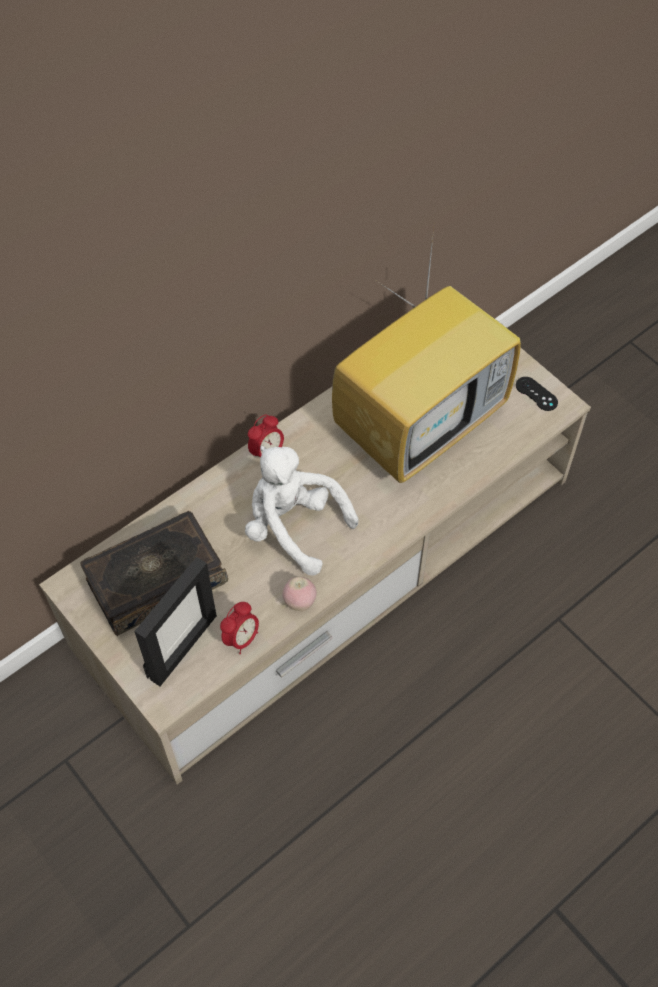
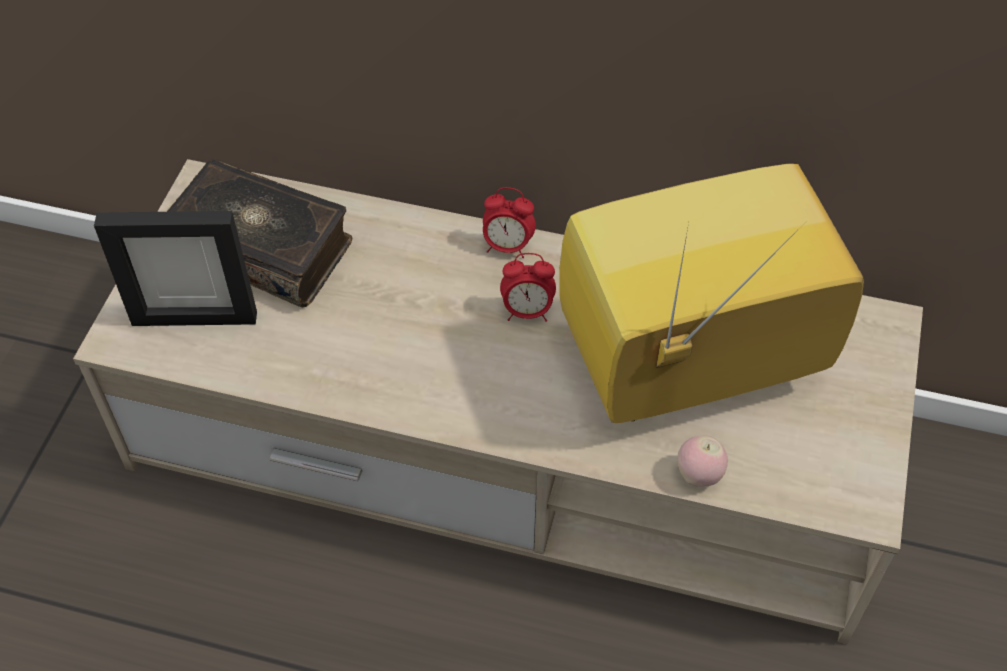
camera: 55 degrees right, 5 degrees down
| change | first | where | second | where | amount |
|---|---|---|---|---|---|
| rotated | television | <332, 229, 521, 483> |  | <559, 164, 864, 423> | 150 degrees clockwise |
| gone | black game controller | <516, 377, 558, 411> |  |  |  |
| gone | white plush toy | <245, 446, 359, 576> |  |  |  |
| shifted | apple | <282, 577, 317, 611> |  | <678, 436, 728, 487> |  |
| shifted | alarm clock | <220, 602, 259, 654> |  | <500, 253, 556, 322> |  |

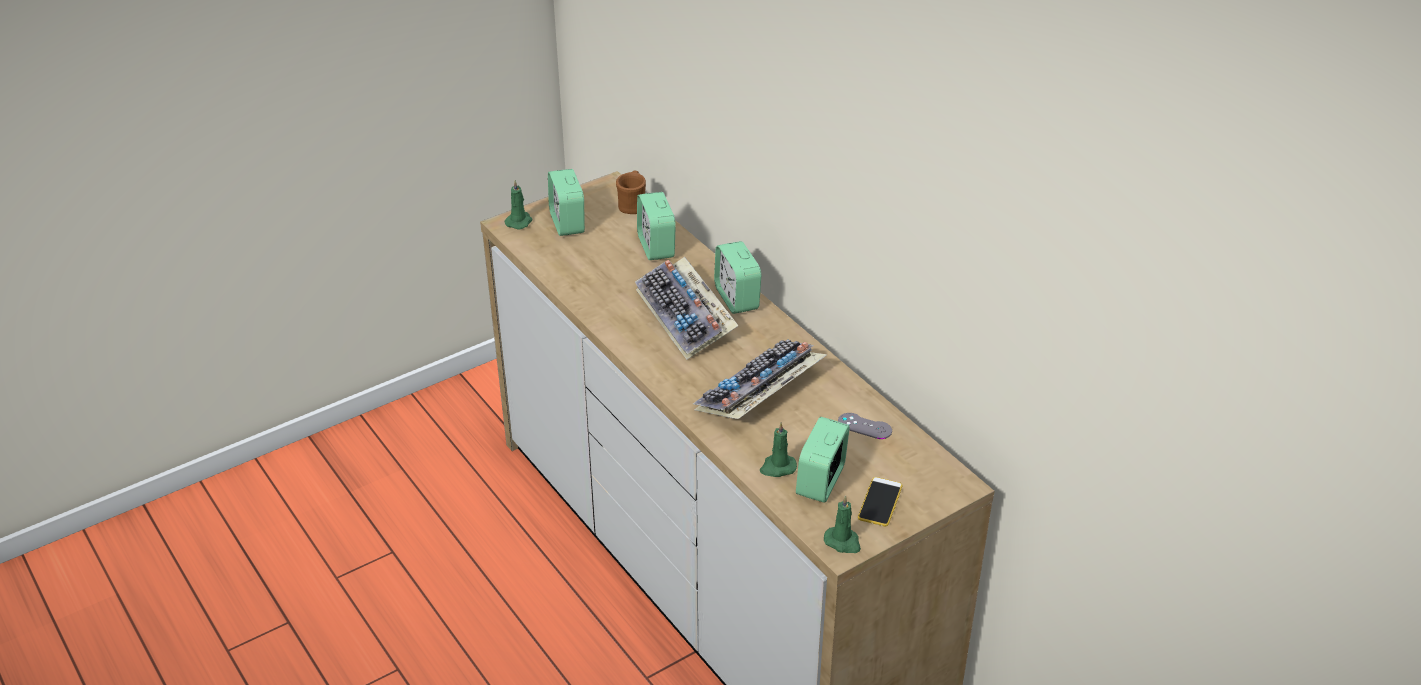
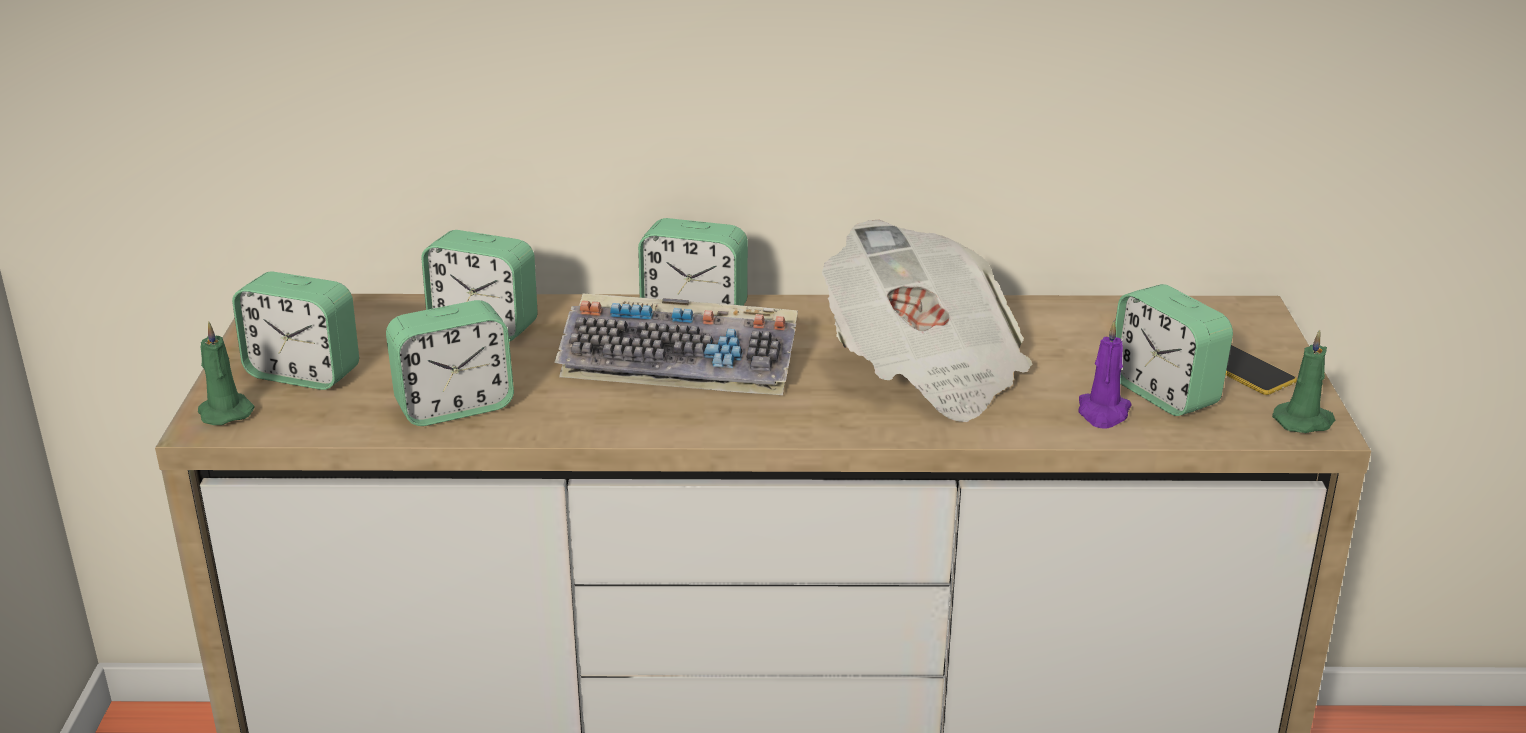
camera: 55 degrees left, 10 degrees down
| change | first | where | second | where | amount |
|---|---|---|---|---|---|
| gone | brown mug | <616, 171, 646, 214> |  |  |  |
| swapped | keyboard | <693, 339, 827, 419> | newspaper | <822, 220, 1032, 422> |  |
| gone | grey game controller | <838, 413, 892, 439> |  |  |  |
| repainted | green candle | <760, 422, 797, 477> | purple candle | <1078, 320, 1132, 429> |  |
| new |  |  | alarm clock | <386, 300, 514, 426> |  |

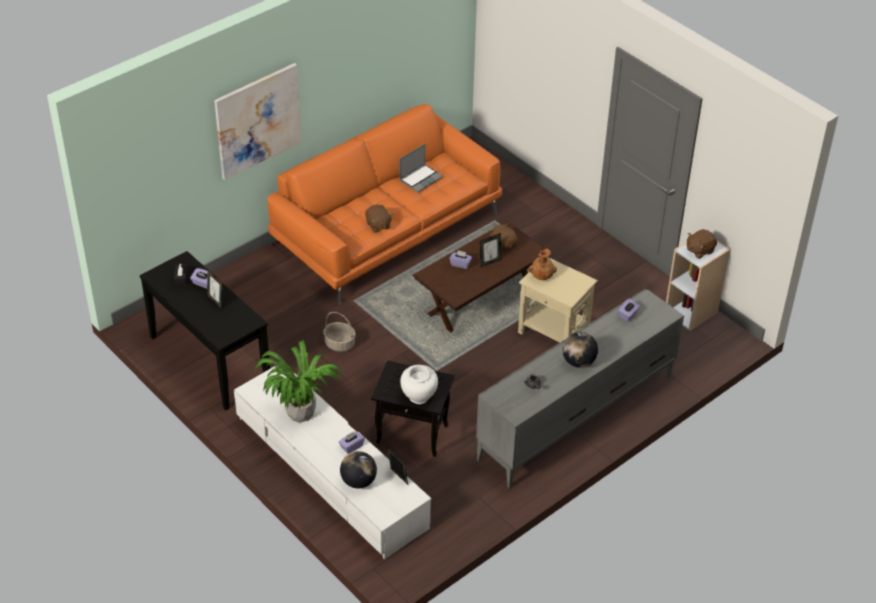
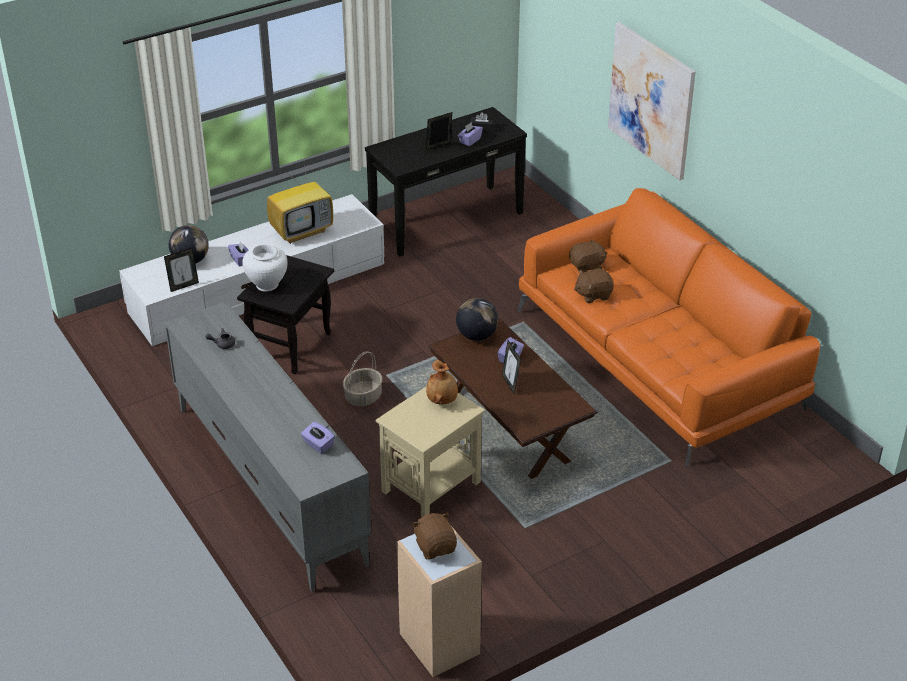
camera: 100 degrees right, 5 degrees down
| change | first | where | second | where | amount |
|---|---|---|---|---|---|
| gone | laptop | <399, 144, 443, 193> |  |  |  |
| shifted | brown plush toy | <489, 223, 518, 252> |  | <569, 238, 607, 273> |  |
| shifted | basket | <323, 312, 356, 352> |  | <343, 351, 383, 406> |  |
| shifted | globe | <562, 332, 598, 368> |  | <456, 298, 498, 341> |  |
| swapped | potted plant | <255, 340, 345, 422> | television | <267, 159, 333, 244> |  |

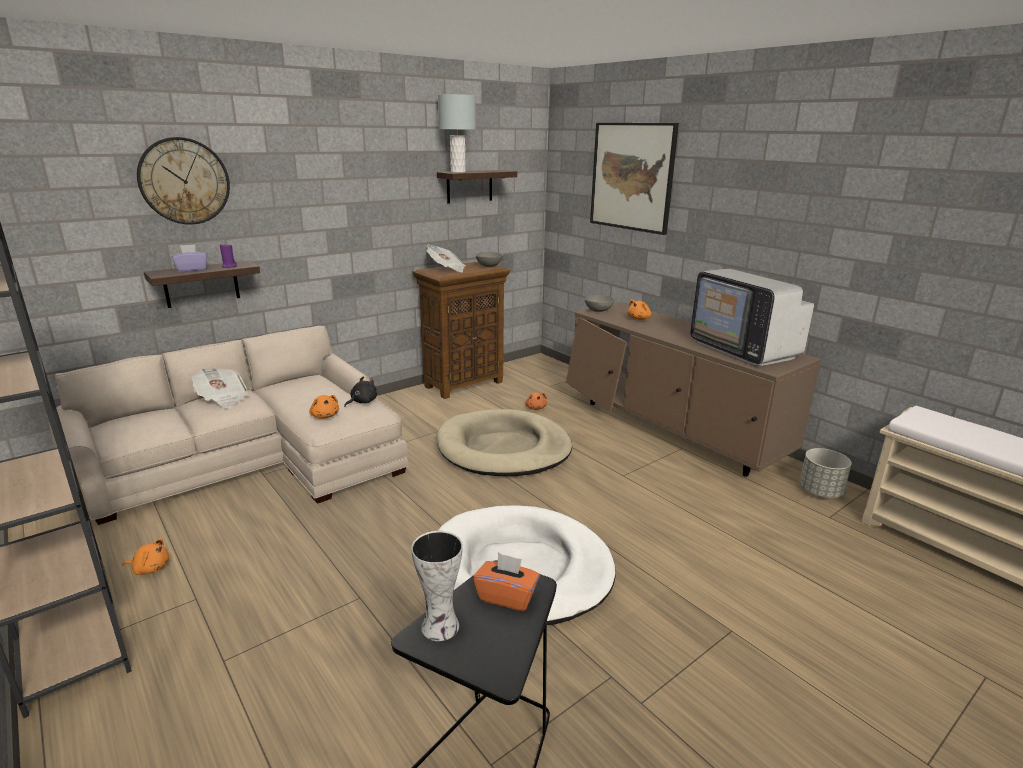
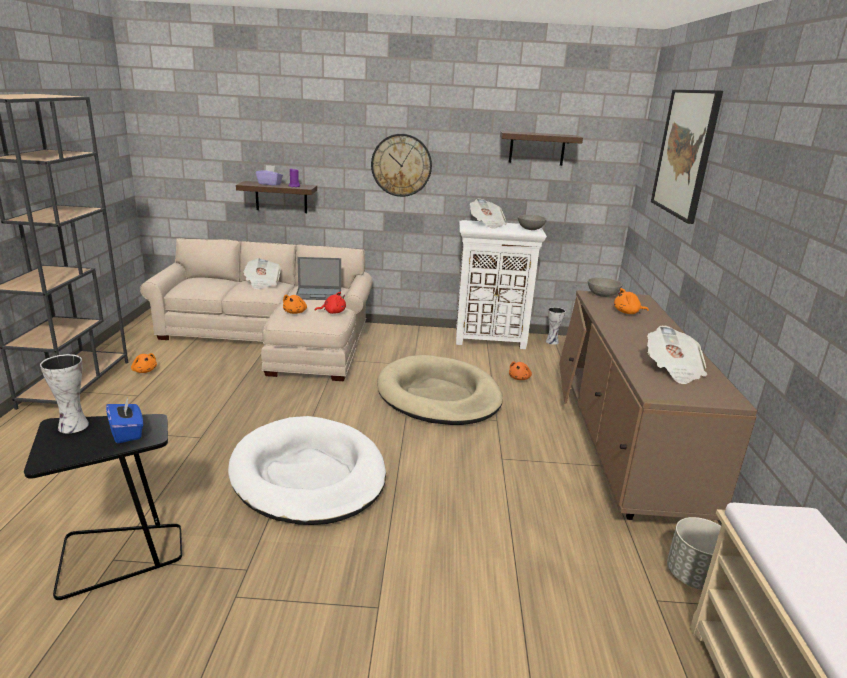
camera: 40 degrees right, 0 degrees up
| change | first | where | second | where | amount |
|---|---|---|---|---|---|
| gone | grey table lamp | <438, 94, 476, 173> |  |  |  |
| shifted | wall clock | <137, 137, 230, 225> |  | <371, 134, 432, 197> |  |
| repainted | brown cabinet | <412, 262, 511, 399> | white cabinet | <456, 220, 547, 349> |  |
| swapped | television | <690, 269, 814, 366> | newspaper | <647, 326, 707, 384> |  |
| repainted | black plush toy | <344, 376, 377, 407> | red plush toy | <314, 292, 346, 314> |  |
| repainted | orange tissue box | <473, 553, 540, 611> | blue tissue box | <106, 396, 143, 443> |  |
| new |  |  | laptop | <296, 257, 341, 300> |  |
| new |  |  | vase | <546, 307, 565, 345> |  |

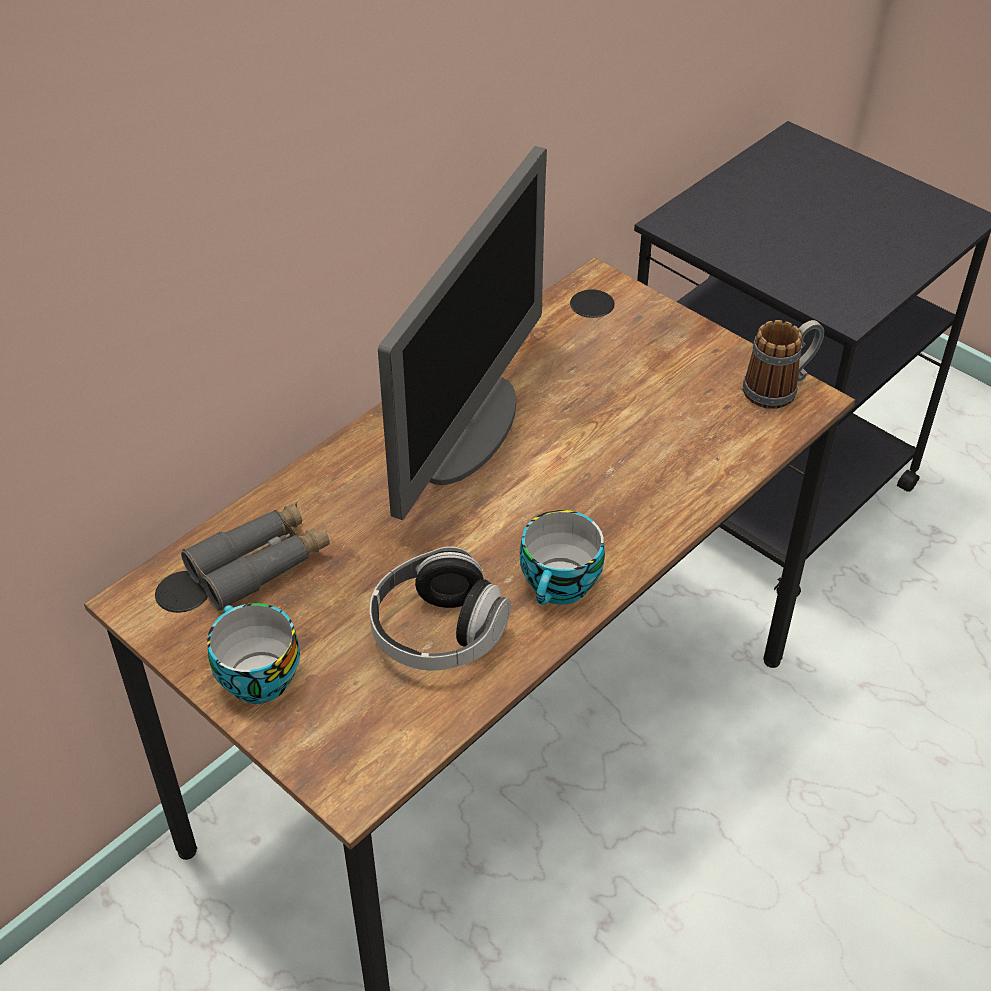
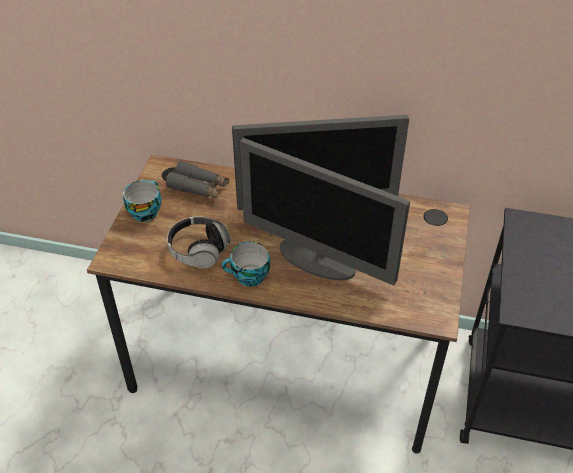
camera: 60 degrees right, 0 degrees up
| change | first | where | second | where | amount |
|---|---|---|---|---|---|
| gone | mug | <743, 320, 824, 409> |  |  |  |
| new |  |  | monitor | <239, 138, 410, 285> |  |

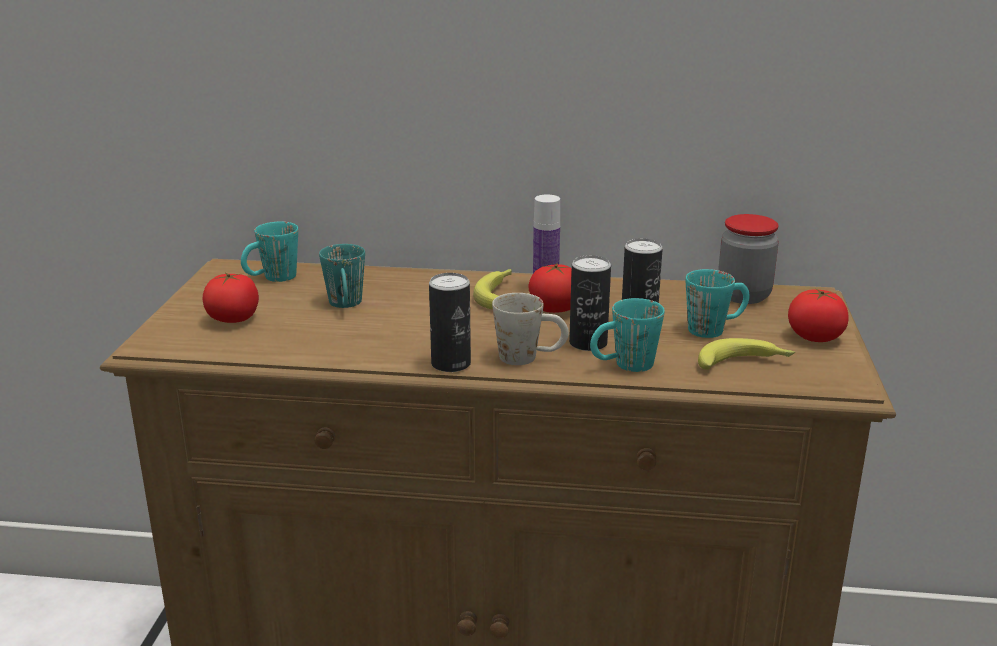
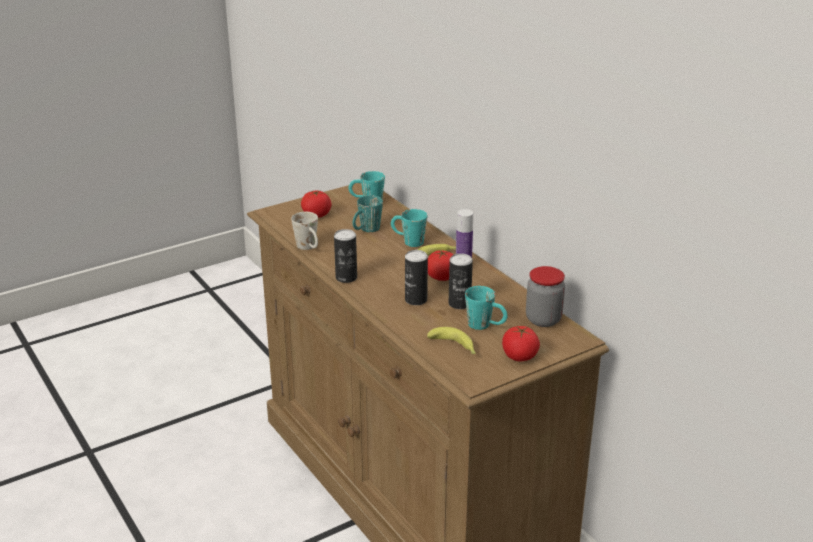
camera: 50 degrees right, 5 degrees up
| change | first | where | second | where | amount |
|---|---|---|---|---|---|
| shifted | white mug | <492, 293, 569, 365> |  | <291, 212, 318, 250> |  |
| shifted | turquoise mug | <590, 298, 665, 372> |  | <391, 209, 427, 247> |  |

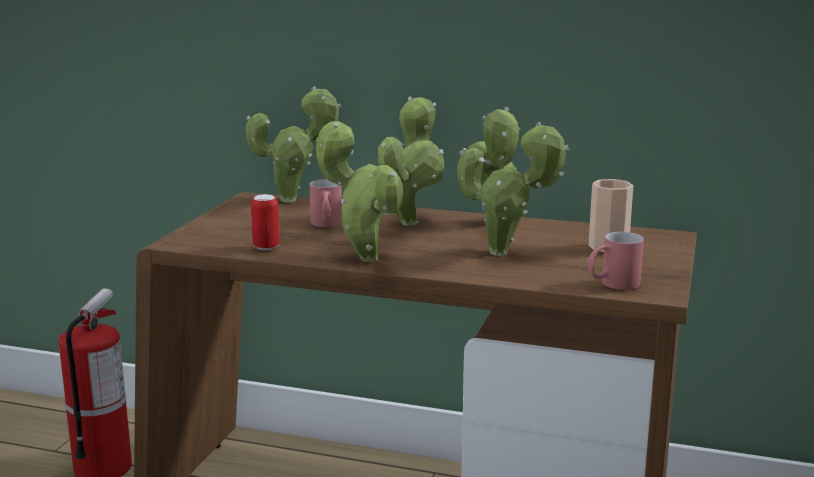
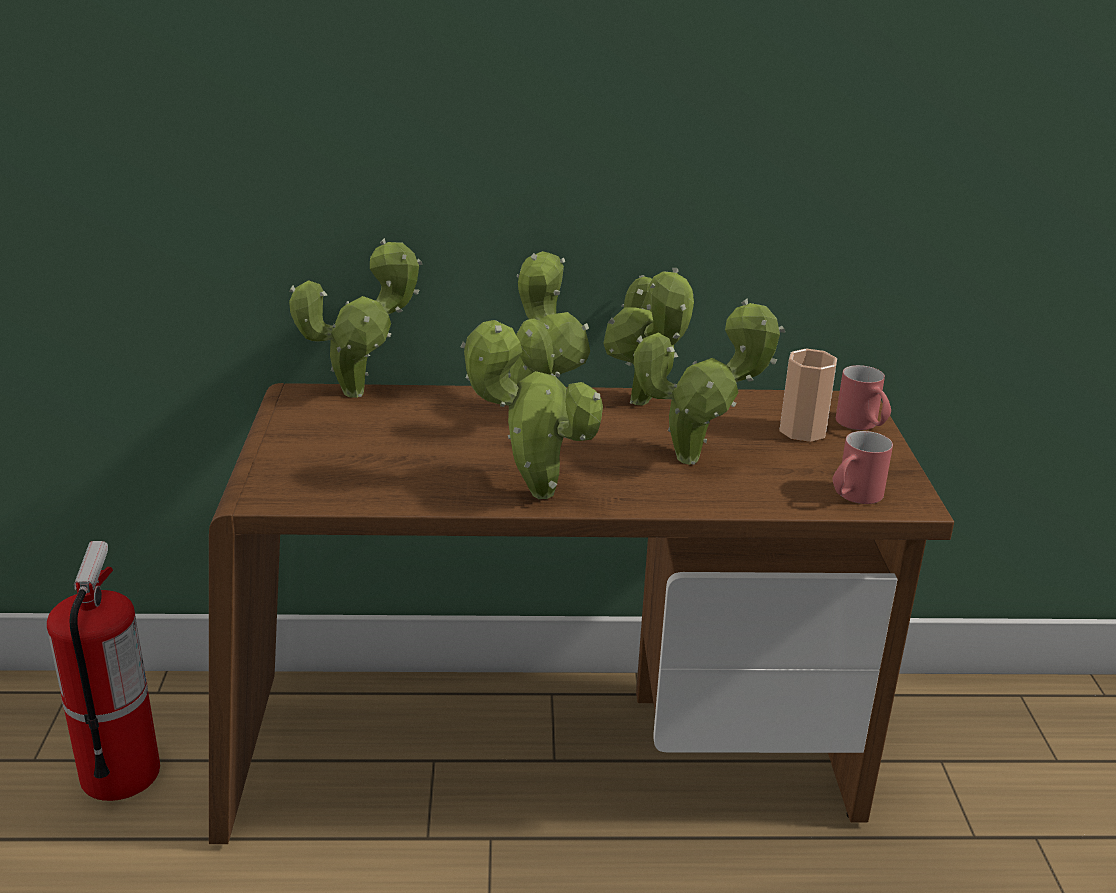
camera: 20 degrees left, 10 degrees up
| change | first | where | second | where | amount |
|---|---|---|---|---|---|
| shifted | red mug | <309, 179, 342, 227> |  | <836, 365, 891, 430> |  |
| gone | can | <251, 194, 280, 251> |  |  |  |

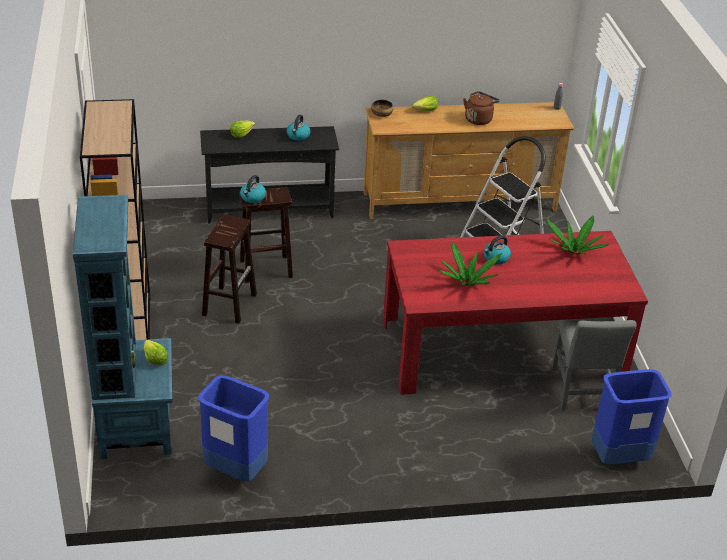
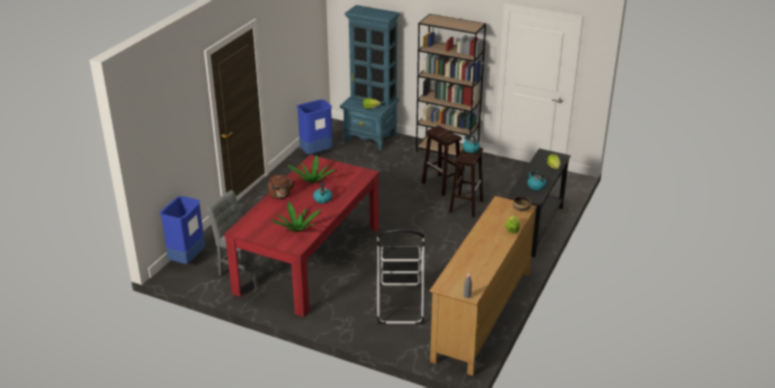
camera: 125 degrees right, 5 degrees down
| change | first | where | second | where | amount |
|---|---|---|---|---|---|
| shifted | brown kettle | <463, 91, 500, 125> |  | <268, 174, 295, 199> |  |

